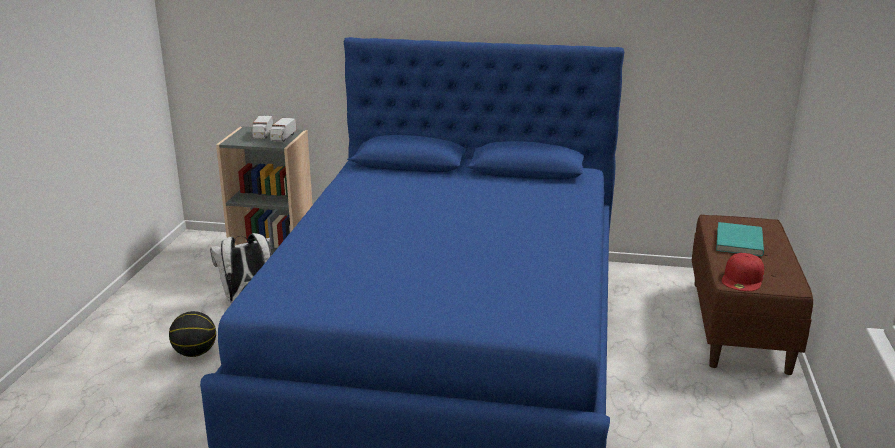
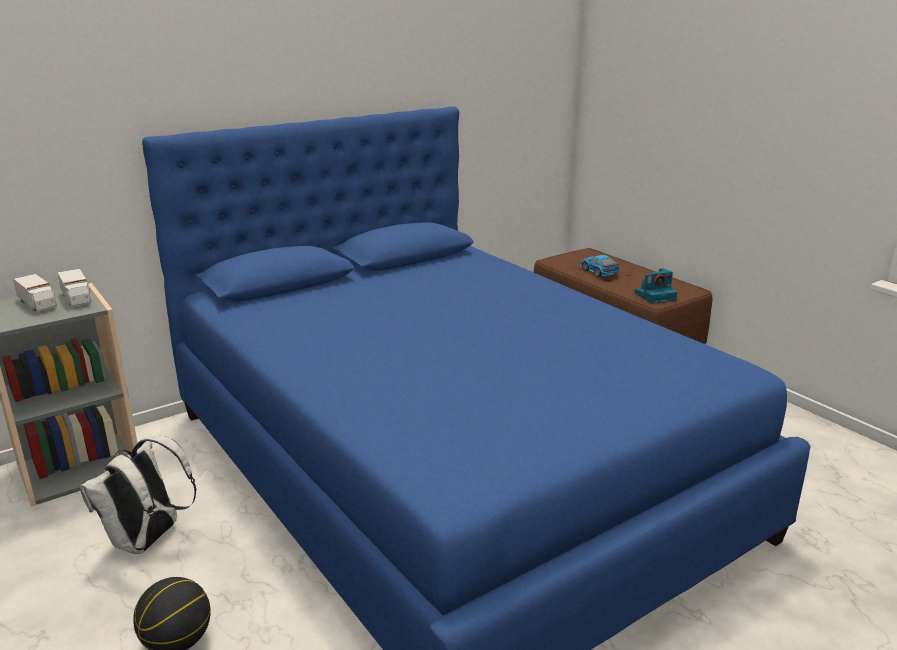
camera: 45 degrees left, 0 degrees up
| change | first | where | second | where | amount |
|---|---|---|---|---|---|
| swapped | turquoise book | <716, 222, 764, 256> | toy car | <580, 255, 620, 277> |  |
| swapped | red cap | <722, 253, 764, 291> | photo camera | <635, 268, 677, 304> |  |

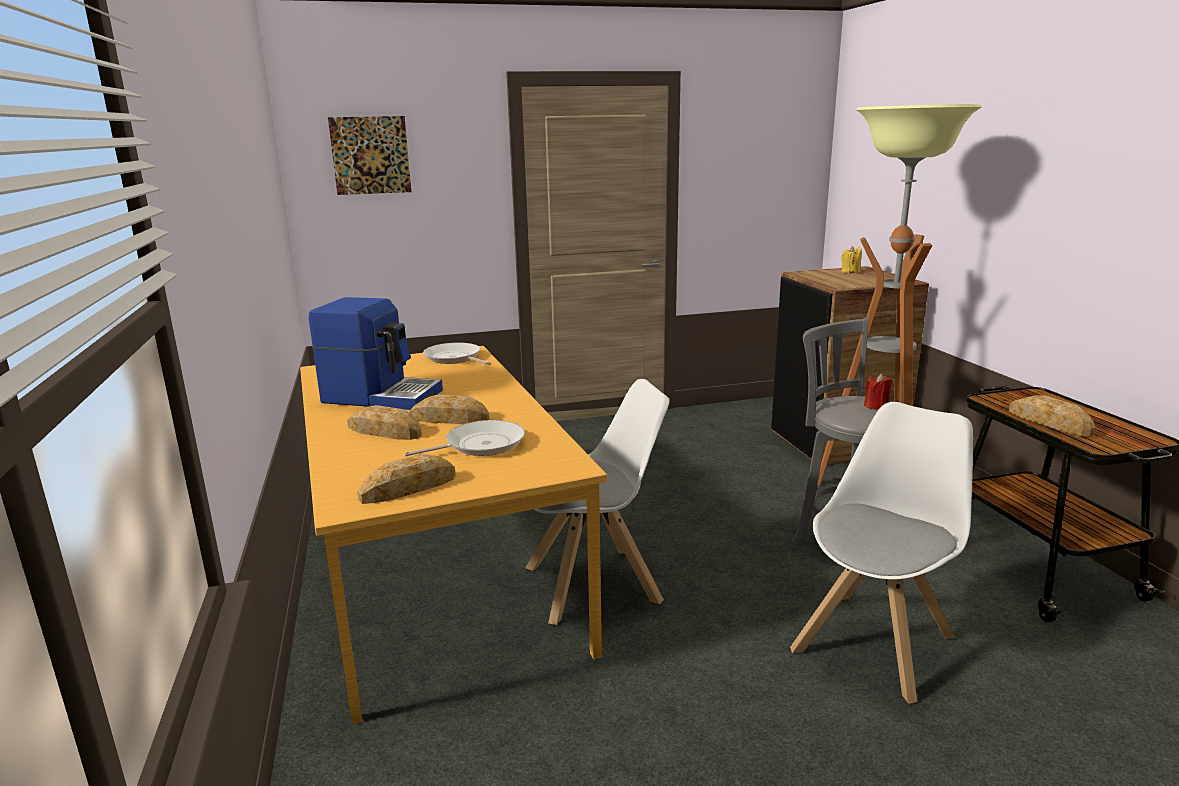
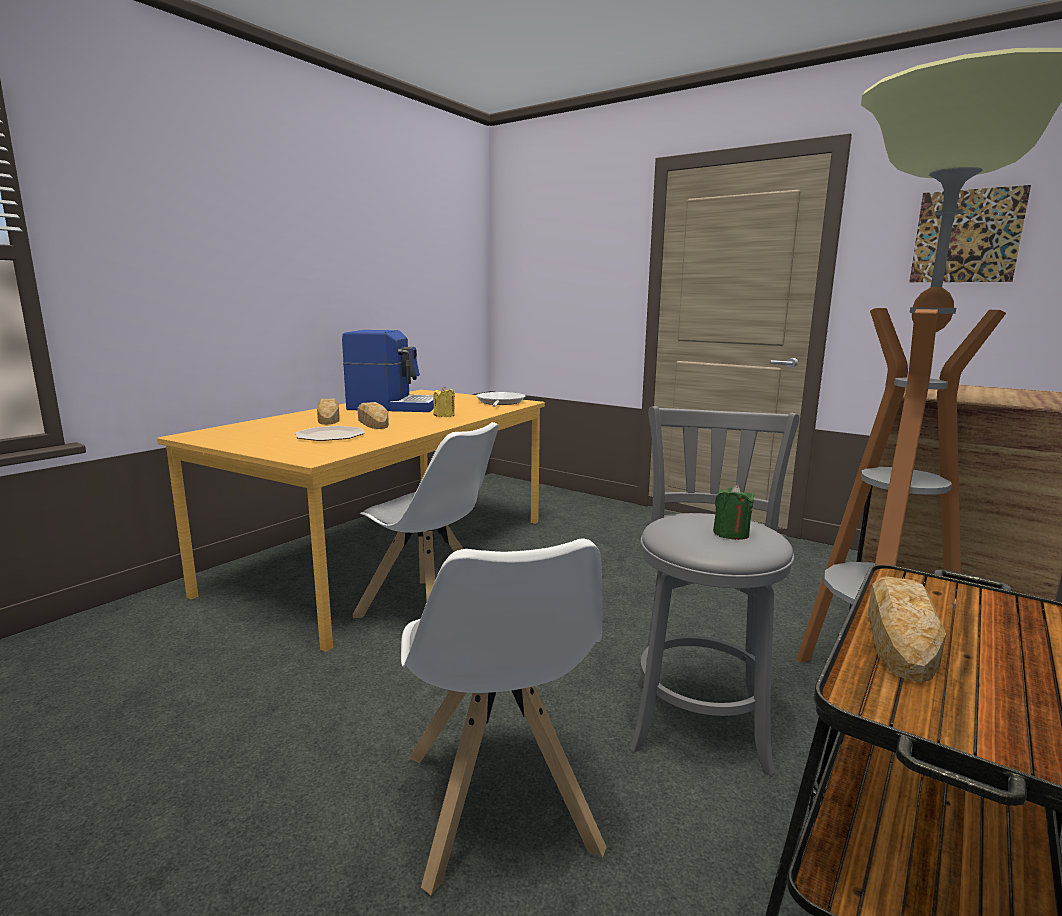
camera: 50 degrees right, 5 degrees down
| change | first | where | second | where | amount |
|---|---|---|---|---|---|
| shifted | picture | <328, 116, 412, 195> |  | <909, 185, 1031, 282> |  |
| shifted | yellow candle | <841, 246, 862, 273> |  | <433, 387, 455, 417> |  |
| rotated | coffee machine | <309, 297, 443, 410> |  | <342, 330, 434, 412> | 60 degrees counterclockwise |
| repainted | red candle | <864, 374, 893, 410> | green candle | <713, 485, 754, 540> |  |
| rotated | chair | <790, 402, 973, 704> |  | <401, 539, 606, 895> | 75 degrees clockwise |
| swapped | frying pan | <404, 420, 525, 456> | plate | <296, 426, 365, 441> |  |
| gone | bread | <357, 454, 456, 504> |  |  |  |

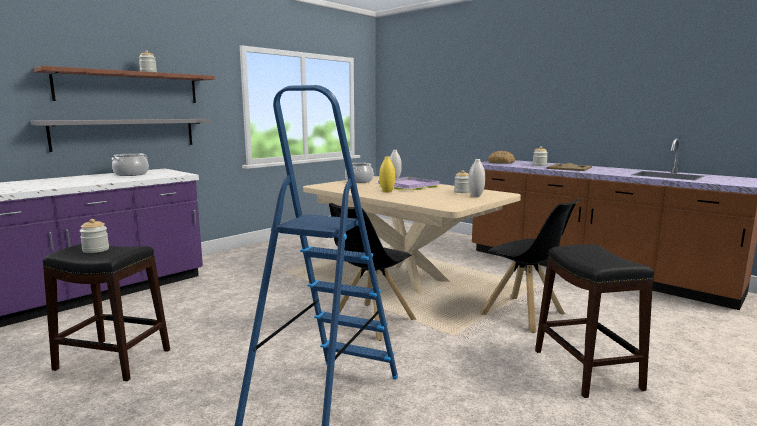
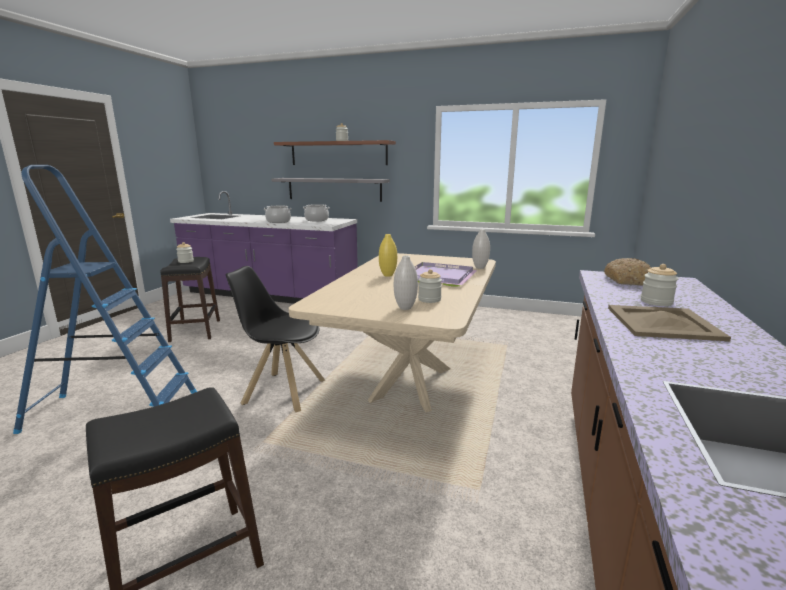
camera: 65 degrees right, 5 degrees up
| change | first | where | second | where | amount |
|---|---|---|---|---|---|
| shifted | cooking pot | <345, 163, 374, 183> |  | <263, 206, 292, 223> |  |
| gone | black chair | <480, 199, 579, 333> |  |  |  |

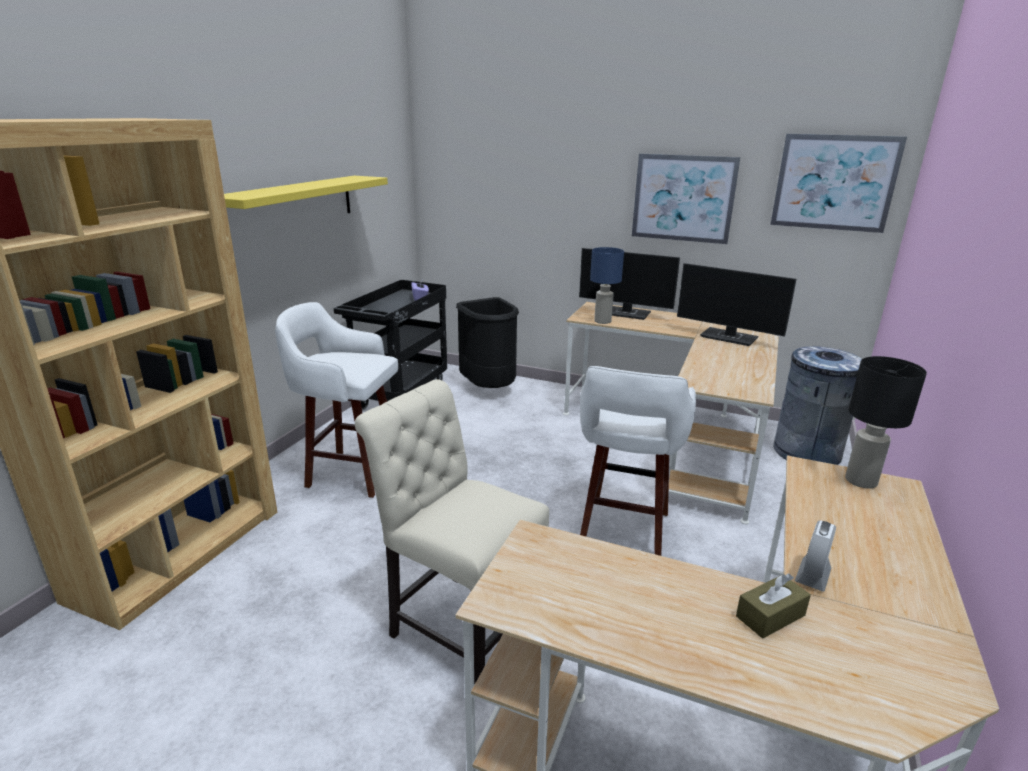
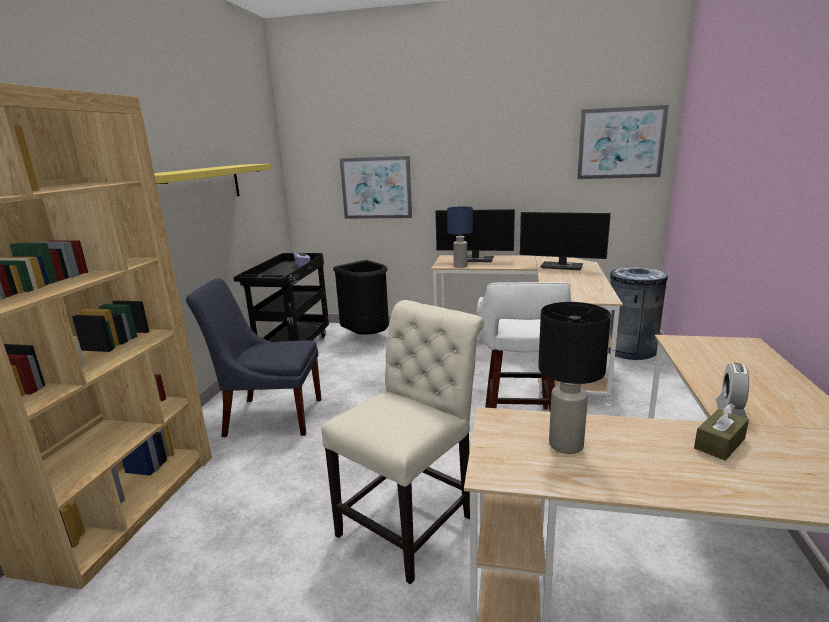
camera: 10 degrees left, 5 degrees down
| change | first | where | second | where | amount |
|---|---|---|---|---|---|
| shifted | picture | <632, 154, 740, 244> |  | <340, 156, 412, 219> |  |
| swapped | white stool | <275, 302, 398, 498> | blue chair | <186, 278, 321, 437> |  |
| shifted | black table lamp | <845, 356, 927, 488> |  | <538, 302, 611, 454> |  |
| rotated | beige chair | <355, 379, 549, 685> |  | <321, 300, 484, 584> | 105 degrees clockwise |

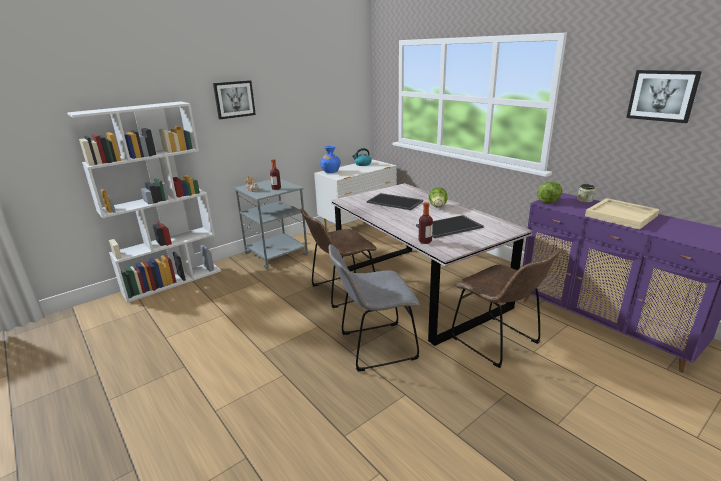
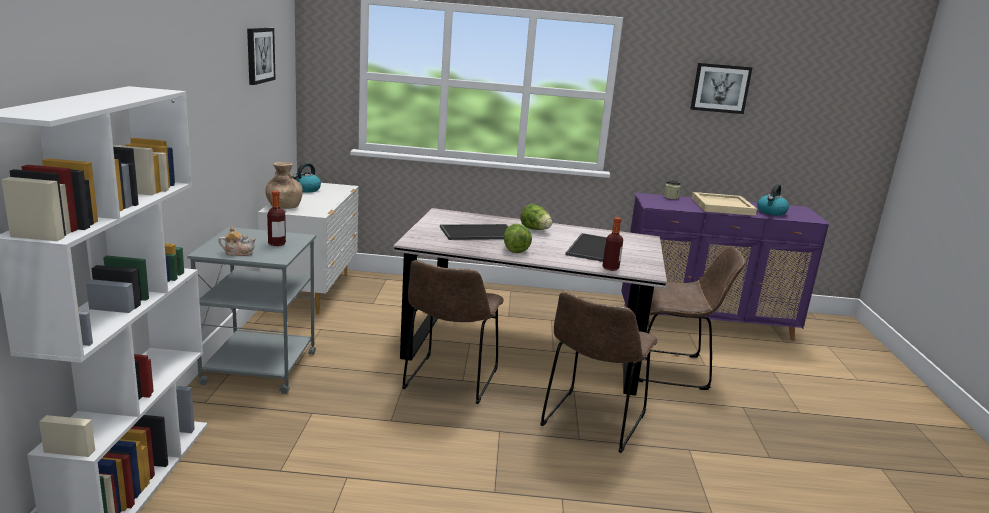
camera: 50 degrees left, 5 degrees down
| change | first | where | second | where | amount |
|---|---|---|---|---|---|
| shifted | picture | <213, 80, 256, 119> |  | <247, 28, 276, 85> |  |
| repainted | blue vase | <320, 146, 341, 173> | brown vase | <265, 162, 303, 209> |  |
| shifted | lettuce | <537, 182, 562, 204> |  | <503, 224, 532, 253> |  |
| repainted | grey chair | <329, 244, 419, 371> | brown chair | <540, 292, 658, 453> |  |
| new |  |  | kettle | <757, 184, 789, 216> |  |

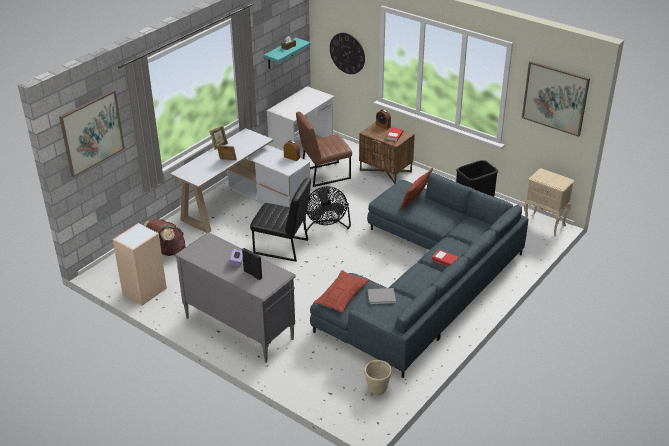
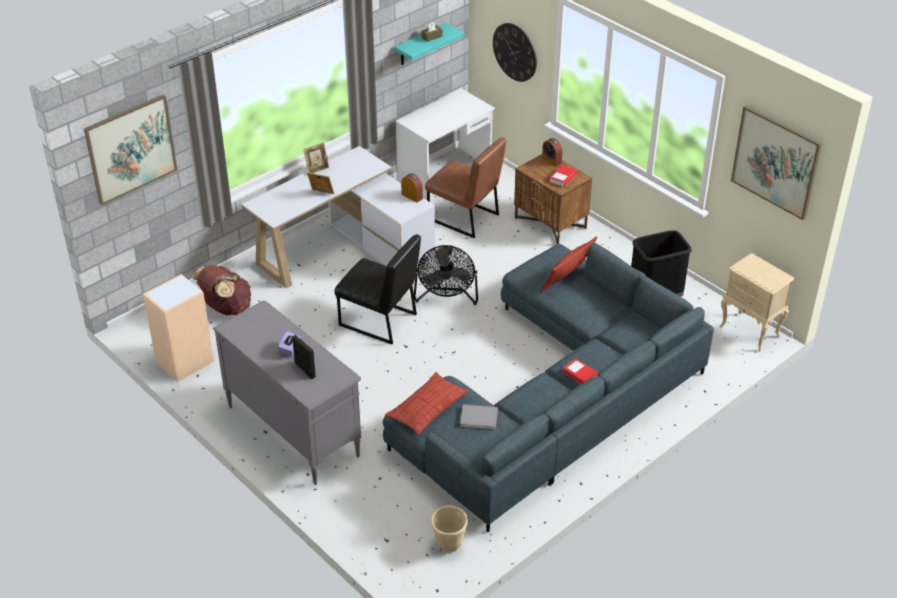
camera: 10 degrees right, 5 degrees up
| change | first | where | second | where | amount |
|---|---|---|---|---|---|
| rotated | brown chair | <296, 112, 352, 187> |  | <425, 137, 506, 238> | 135 degrees counterclockwise |

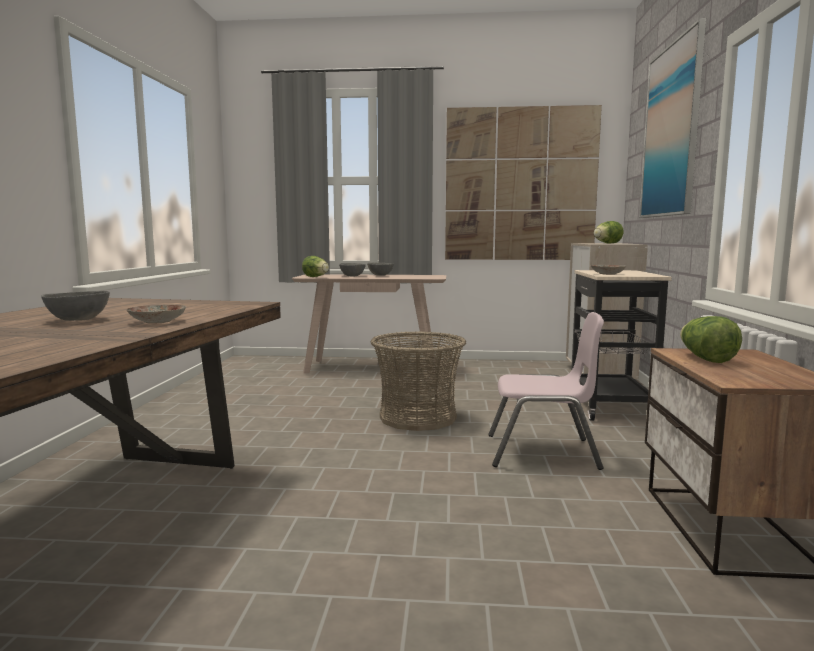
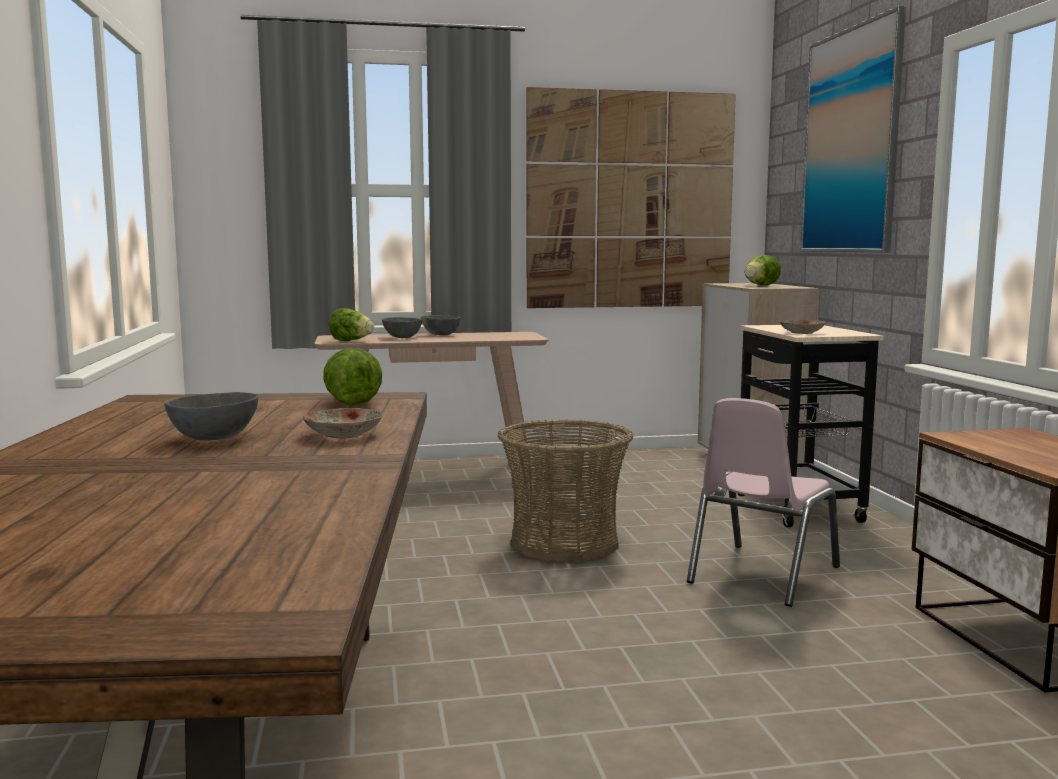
camera: 15 degrees left, 0 degrees up
| change | first | where | second | where | amount |
|---|---|---|---|---|---|
| rotated | pink chair | <488, 312, 604, 470> |  | <687, 398, 840, 607> | 135 degrees clockwise |
| shifted | lettuce | <680, 316, 742, 363> |  | <323, 348, 382, 405> |  |

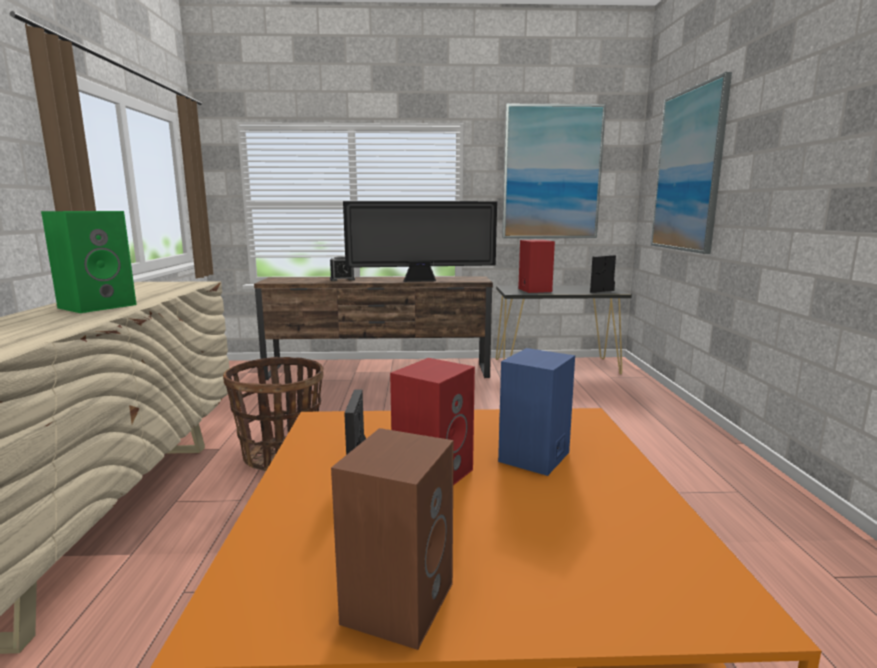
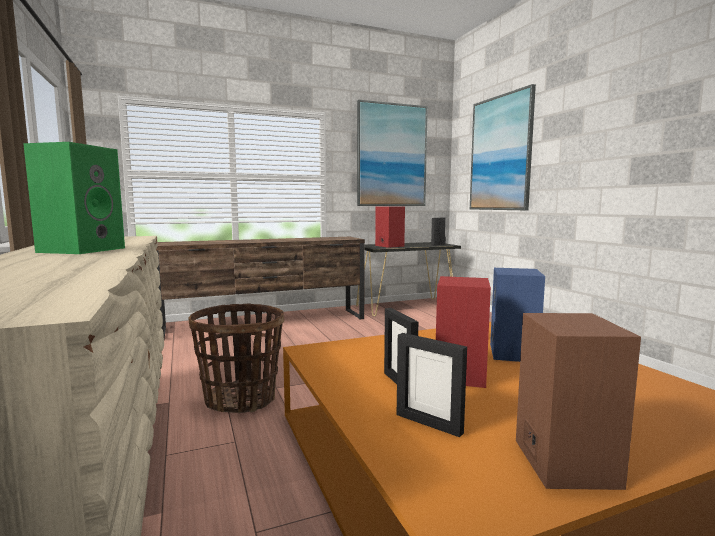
camera: 20 degrees left, 5 degrees down
| change | first | where | second | where | amount |
|---|---|---|---|---|---|
| gone | television | <343, 201, 497, 282> |  |  |  |
| gone | alarm clock | <330, 256, 355, 281> |  |  |  |
| new |  |  | picture frame | <397, 333, 467, 437> |  |

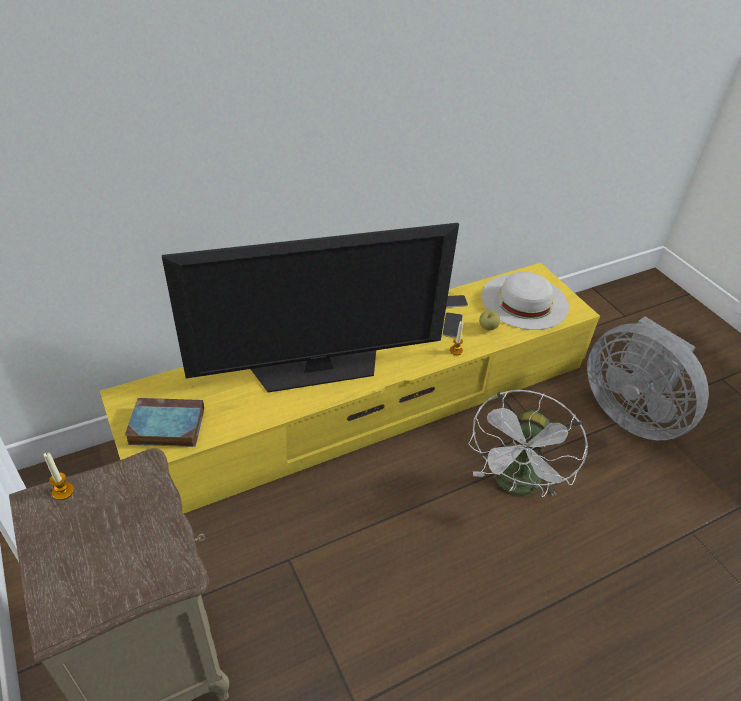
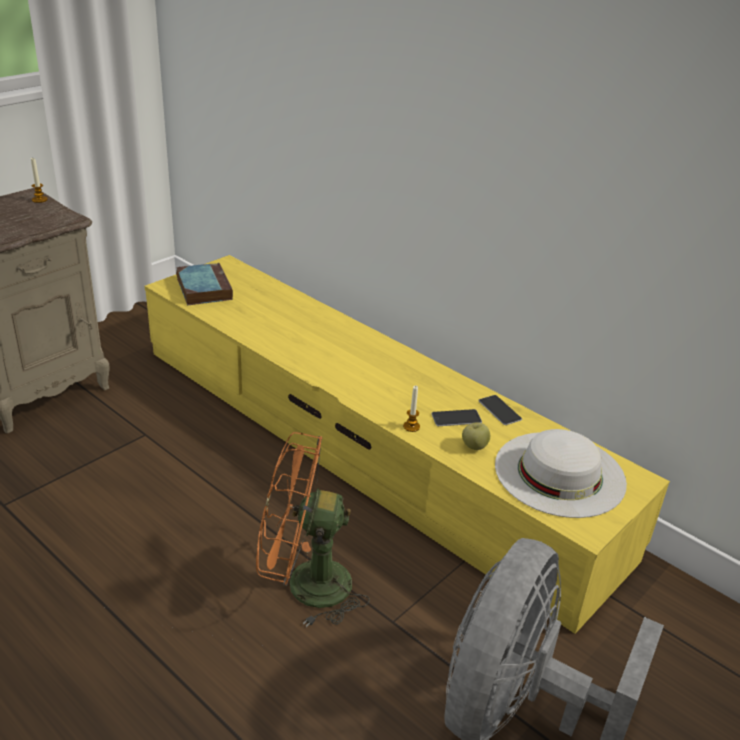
camera: 70 degrees right, 10 degrees down
| change | first | where | second | where | amount |
|---|---|---|---|---|---|
| gone | television | <162, 223, 459, 392> |  |  |  |
| repainted | white fan | <468, 390, 588, 497> | orange fan | <256, 432, 370, 627> |  |

